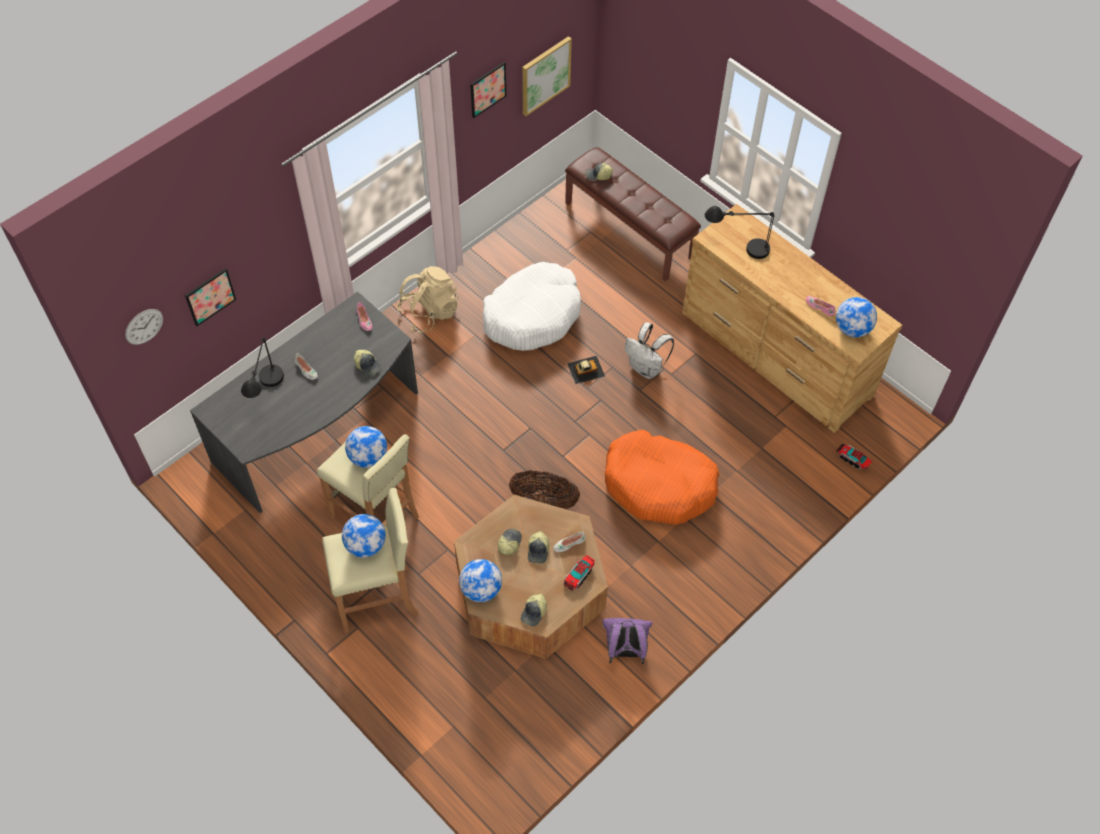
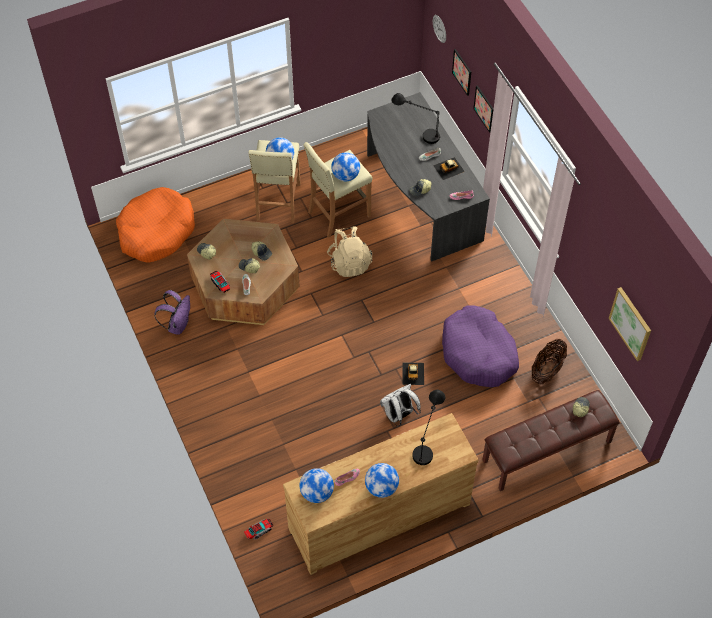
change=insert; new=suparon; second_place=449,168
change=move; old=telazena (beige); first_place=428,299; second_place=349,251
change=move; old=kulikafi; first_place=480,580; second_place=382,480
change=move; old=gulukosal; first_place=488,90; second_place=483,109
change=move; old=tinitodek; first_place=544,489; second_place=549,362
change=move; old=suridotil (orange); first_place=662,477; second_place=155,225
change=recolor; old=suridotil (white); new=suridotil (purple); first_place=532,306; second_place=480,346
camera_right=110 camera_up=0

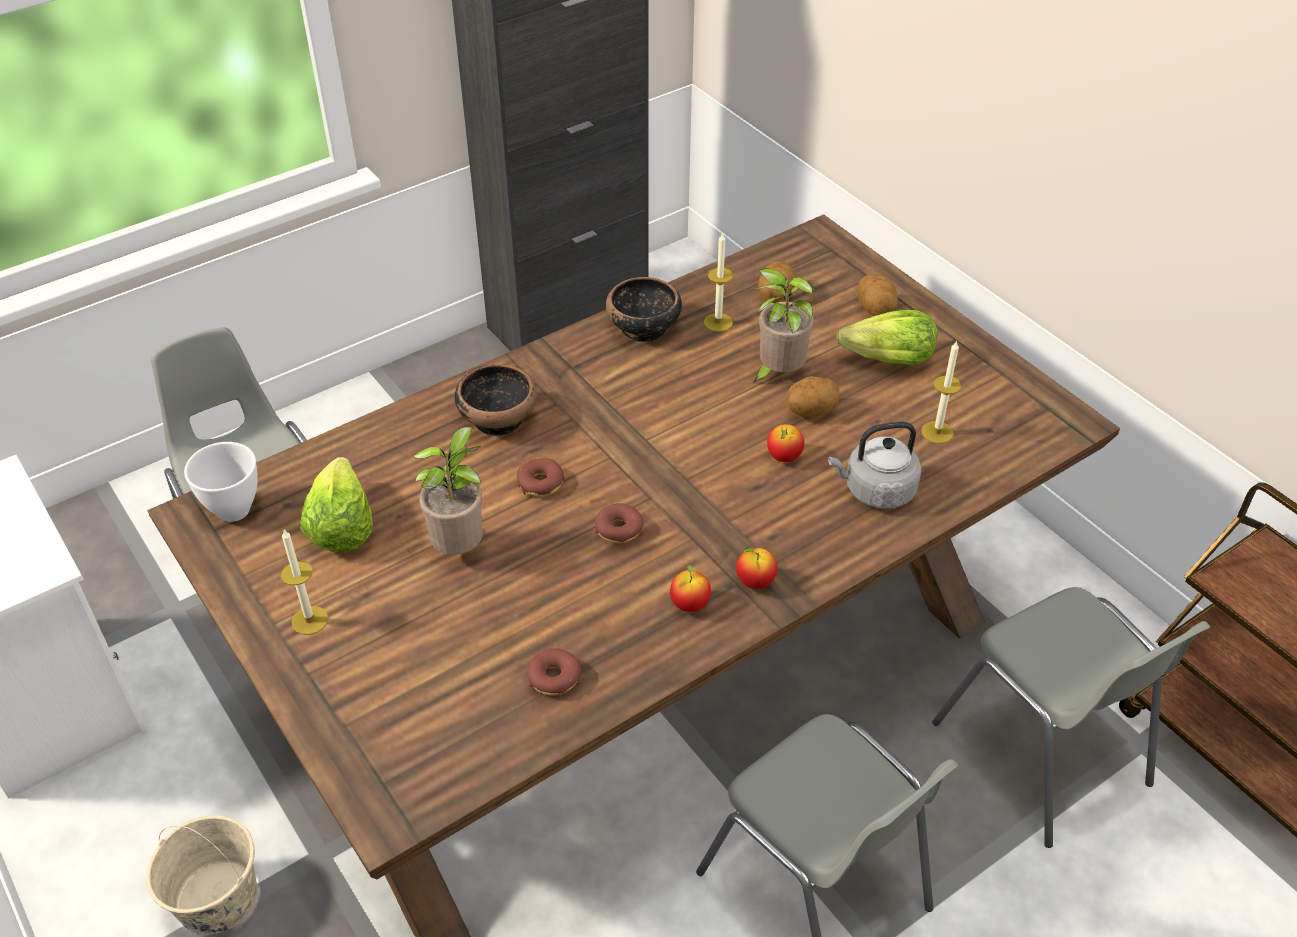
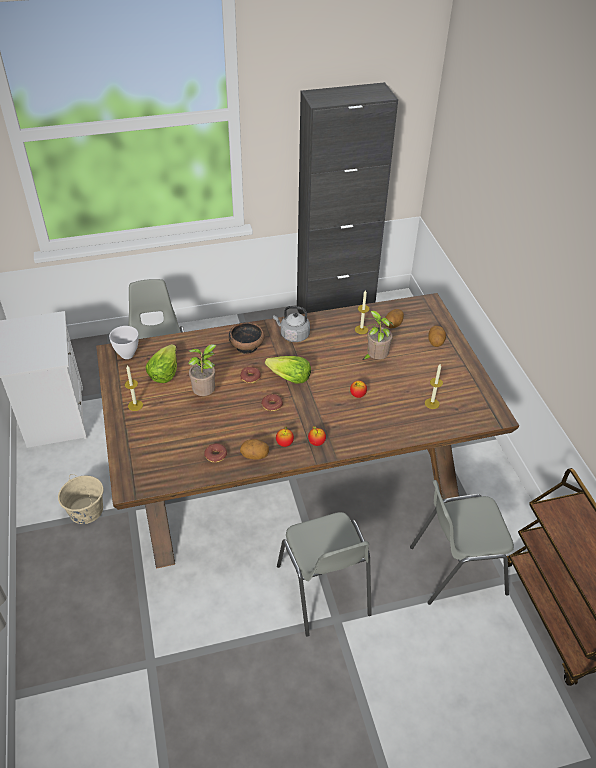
change=delete; old=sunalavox; first_place=644,309
change=move; old=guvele; first_place=812,397; second_place=254,449
change=move; old=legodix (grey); first_place=875,465; second_place=291,324
change=move; old=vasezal; first_place=886,338; second_place=288,370
change=rotate; old=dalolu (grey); first_place=1071,717; second_place=462,542; degrees=90
camera_right=20 camera_up=0

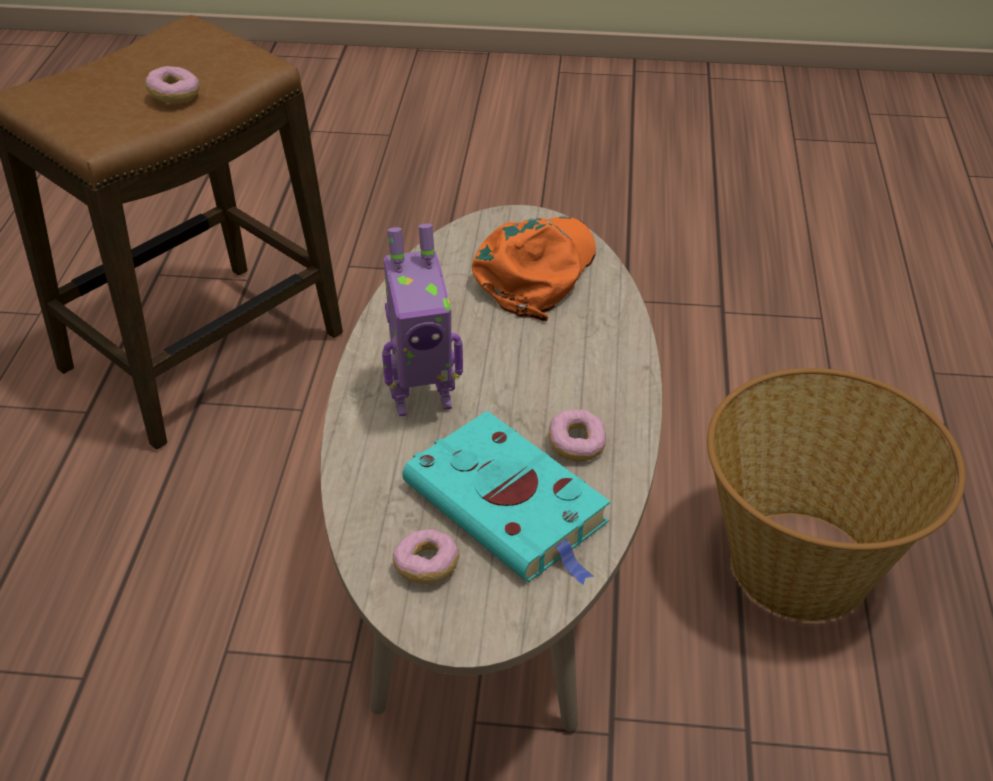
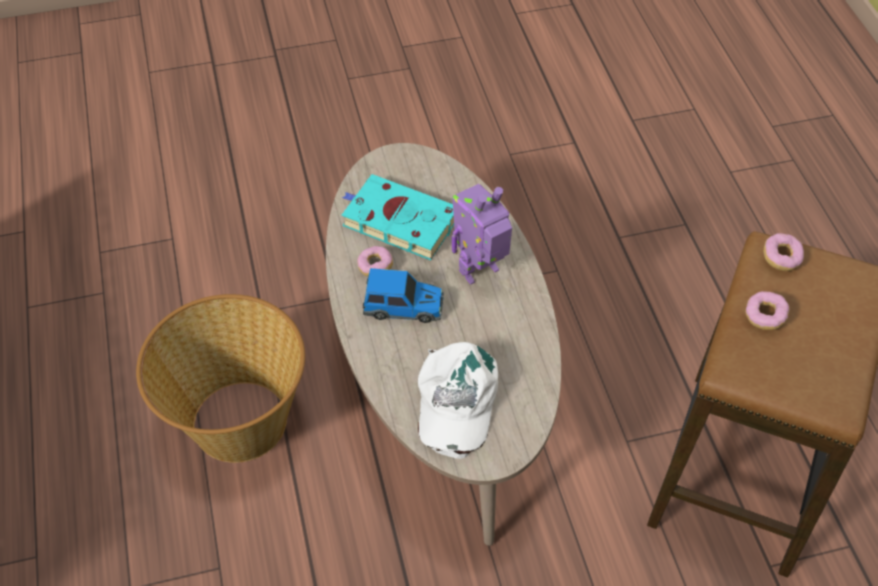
change=insert; new=suparon; second_place=403,295
change=move; old=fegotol; first_place=426,556; second_place=783,252
change=recolor; old=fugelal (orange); new=fugelal (white); first_place=534,269; second_place=458,400
camera_right=160 camera_up=10

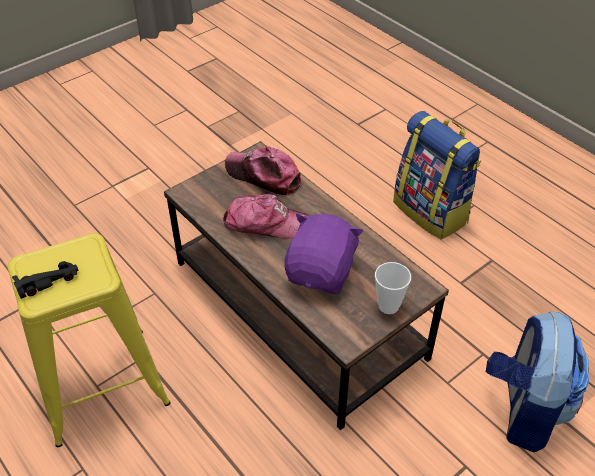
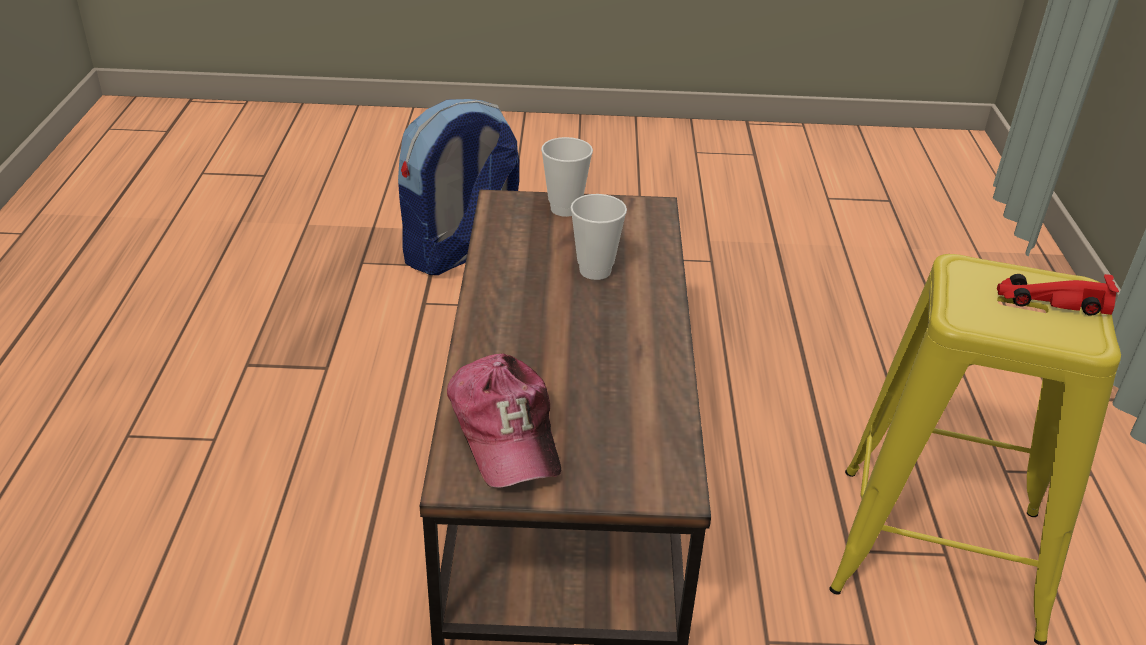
change=delete; old=fugelal; first_place=266,216
change=delete; old=telazena; first_place=437,175
change=replace; old=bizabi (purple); new=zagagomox; first_place=323,253; second_place=599,237
change=recolor; old=suparon (black); new=suparon (red); first_place=45,280; second_place=1058,295
camera_right=-140 camera_up=-10

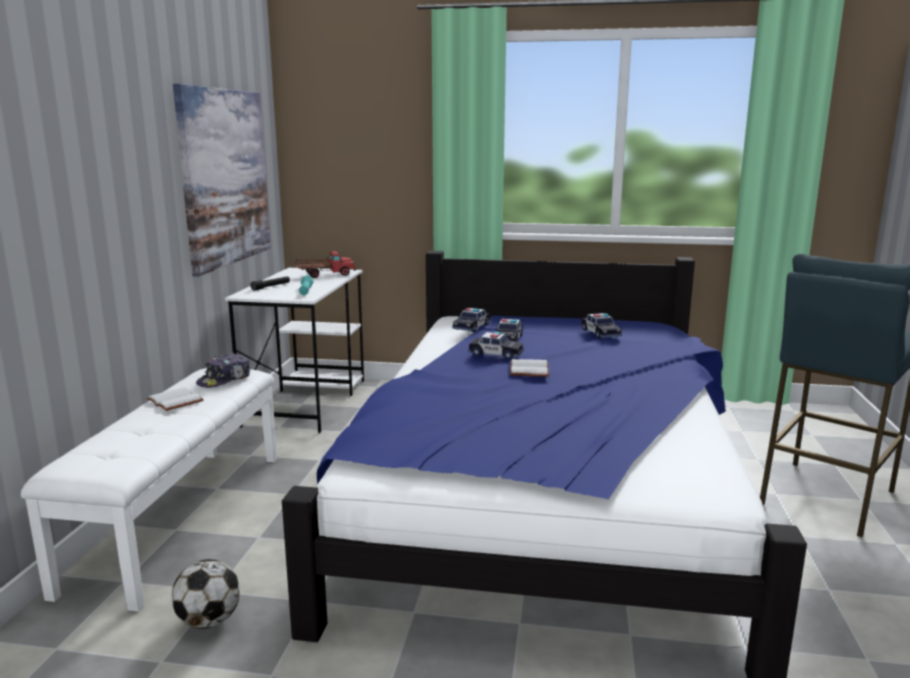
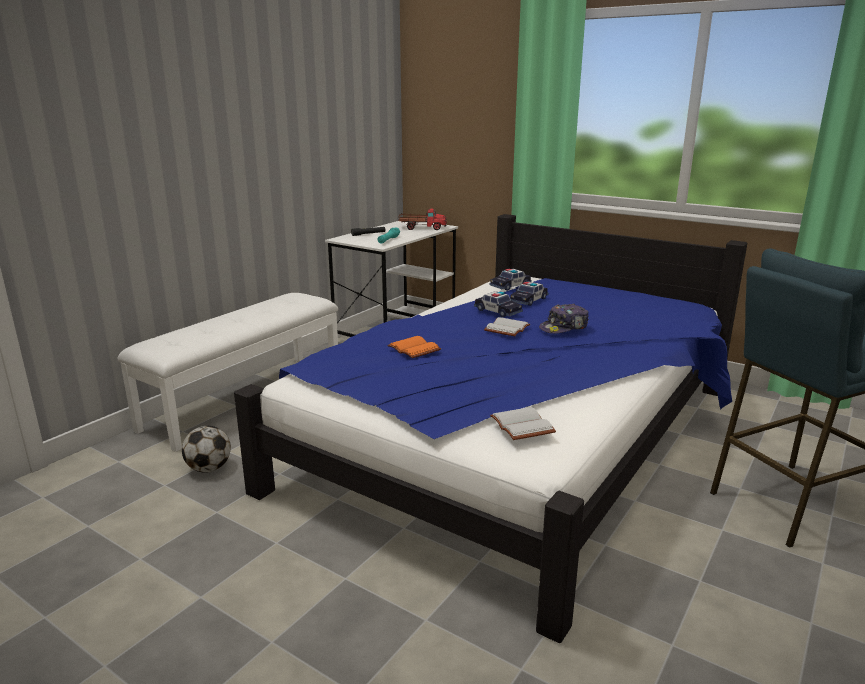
change=delete; old=gulukosal; first_place=222,180
change=delete; old=suparon; first_place=601,325
change=insert; new=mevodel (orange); second_place=414,347
change=move; old=mevodel (white); first_place=175,399; second_place=523,423
change=move; old=fugelal; first_place=223,370; second_place=564,319
camera_right=25 camera_up=5

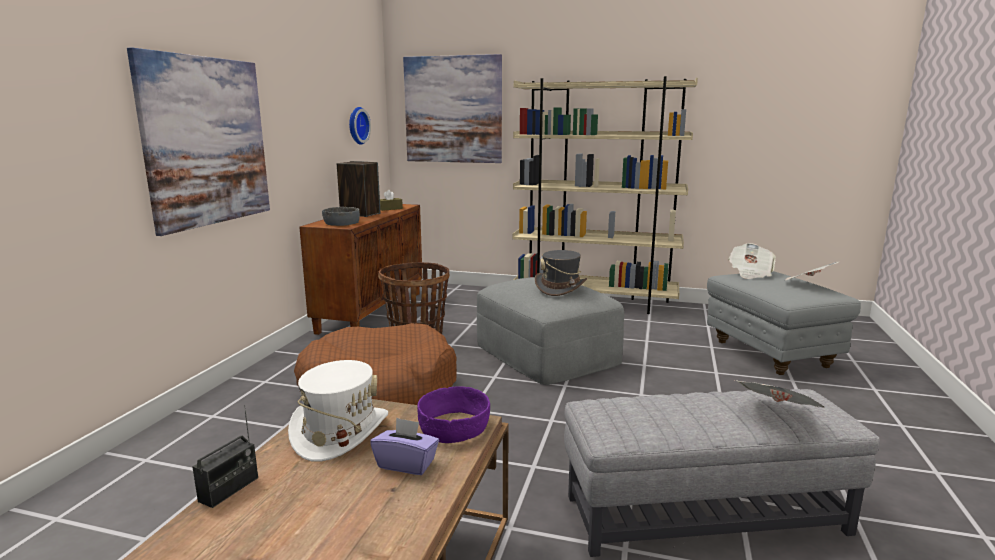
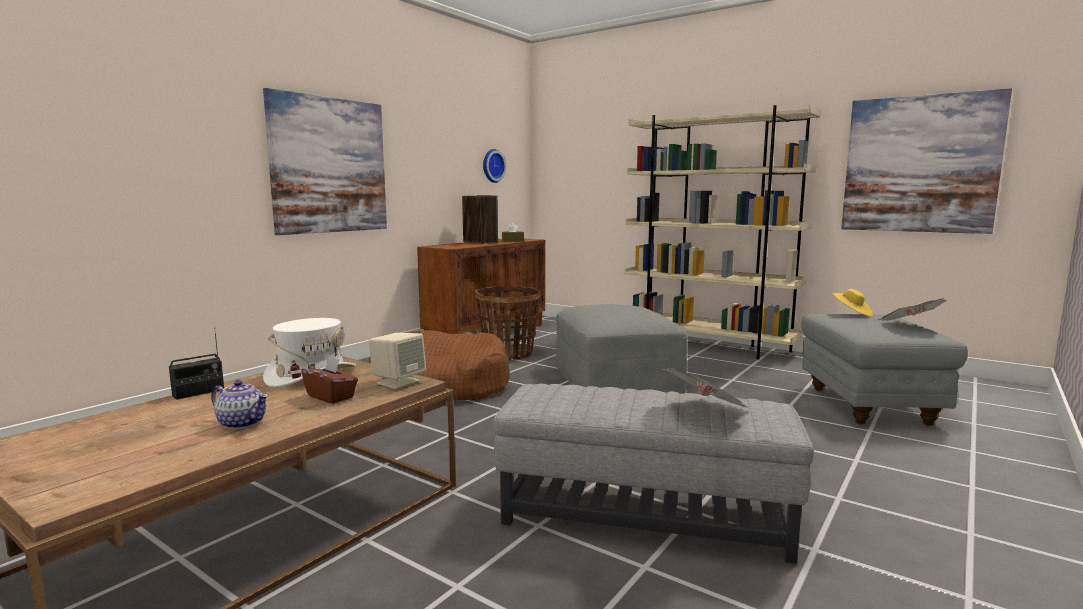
change=delete; old=sunalavox (grey); first_place=341,216
change=delete; old=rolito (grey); first_place=561,273
change=insert; new=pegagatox; second_place=240,404
change=move; old=gulukosal; first_place=452,108; second_place=926,161
change=replace; old=sunalavox (purple); new=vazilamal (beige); first_place=453,414; second_place=397,361
change=replace; old=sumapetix; new=rolito (yellow); first_place=752,261; second_place=852,303
change=recolor; old=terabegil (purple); new=terabegil (brown); first_place=404,446; second_place=330,380
camera_right=20 camera_up=-5

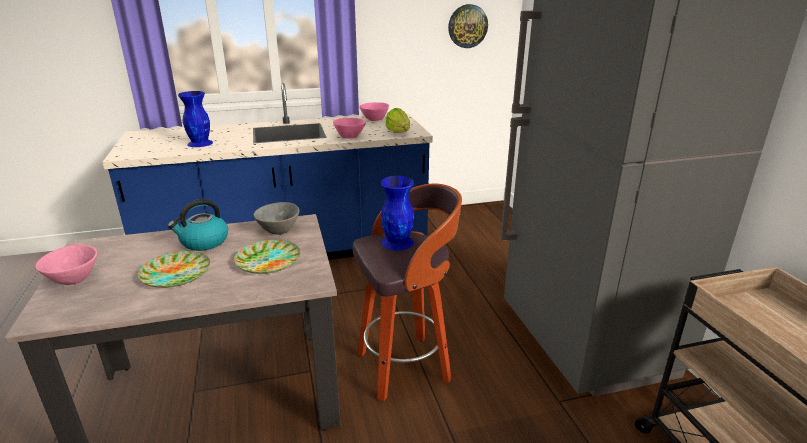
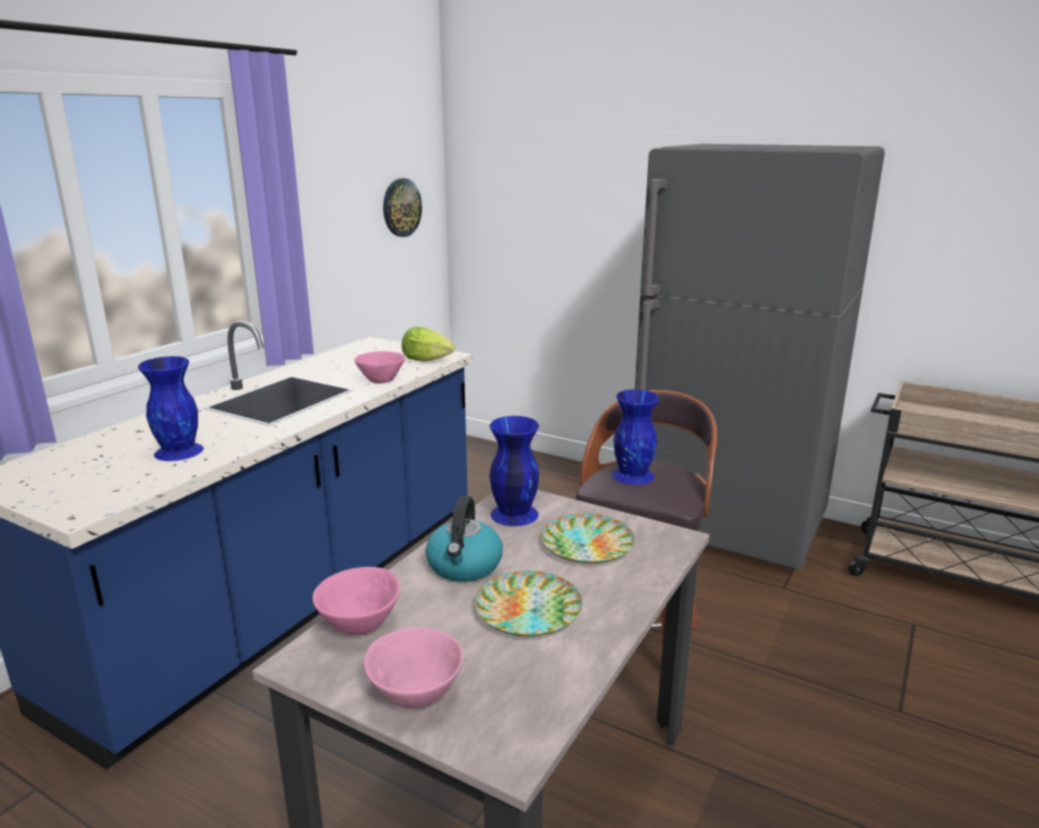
change=move; old=sunalavox (pink); first_place=374,111; second_place=356,601
change=replace; old=sunalavox (grey); new=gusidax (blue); first_place=276,218; second_place=514,471
camera_right=-45 camera_up=-5

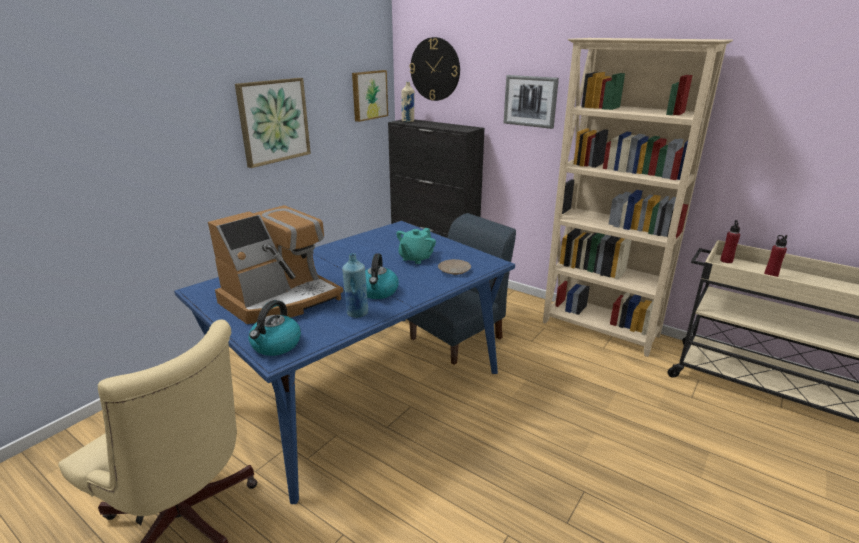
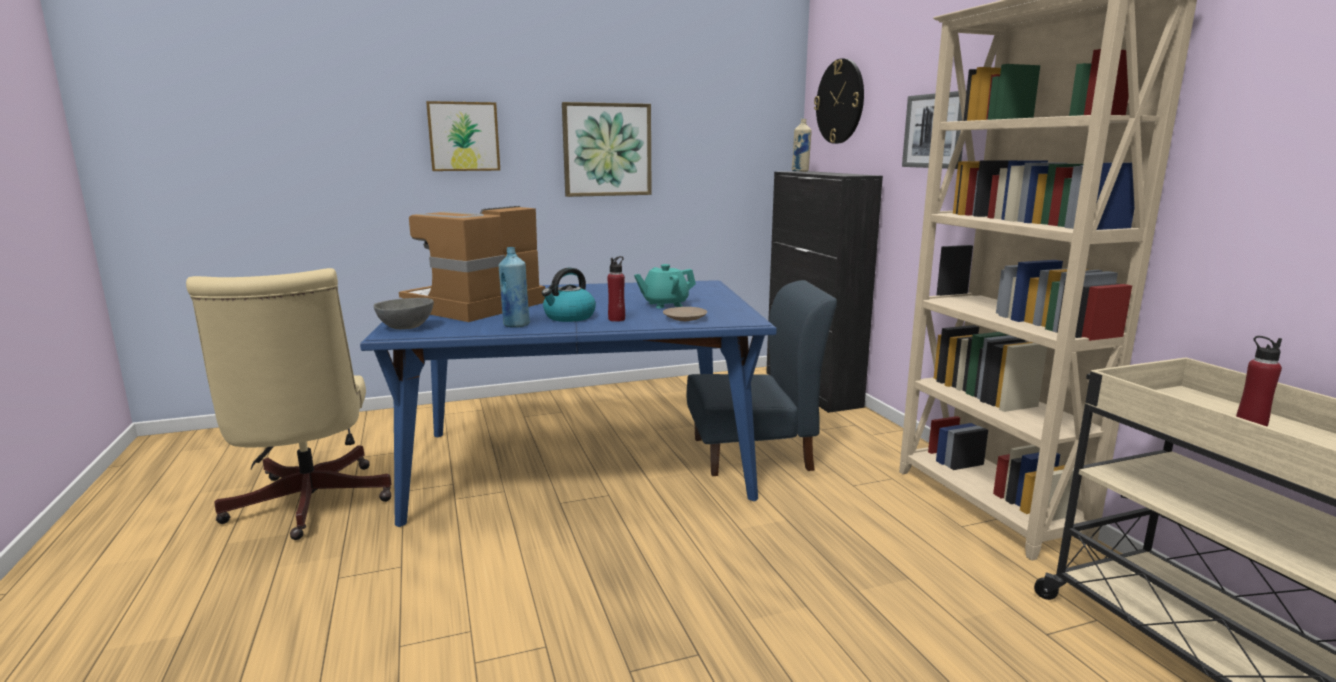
change=move; old=gulukosal; first_place=370,96; second_place=463,136
change=move; old=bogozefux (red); first_place=730,241; second_place=616,289
change=replace; old=legodix; new=sunalavox (grey); first_place=275,328; second_place=404,313
change=rotate; old=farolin; first_place=275,264; second_place=472,264; degrees=135
camera_right=35 camera_up=-10

